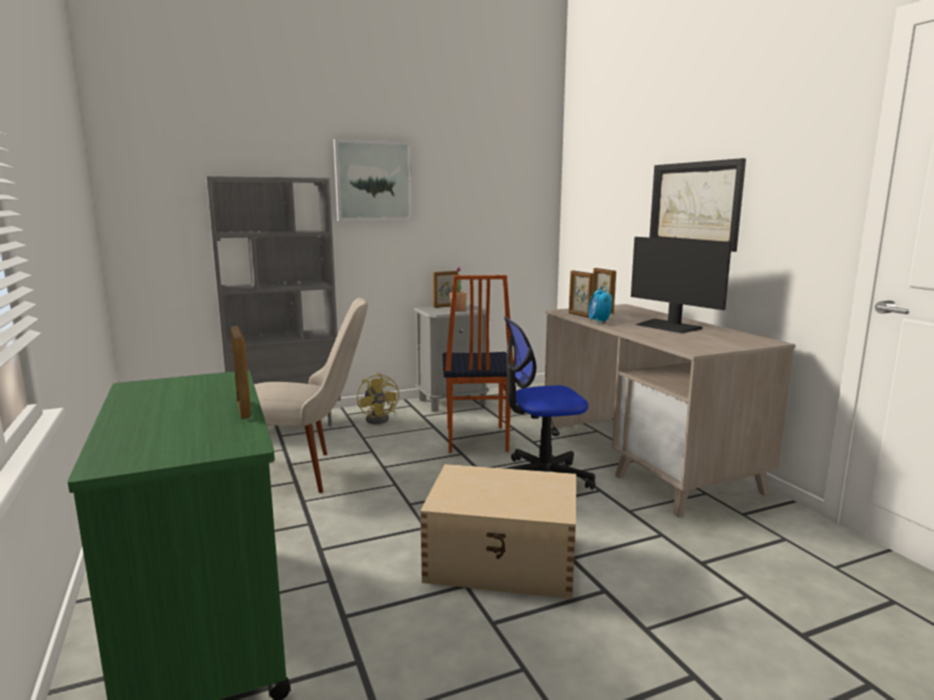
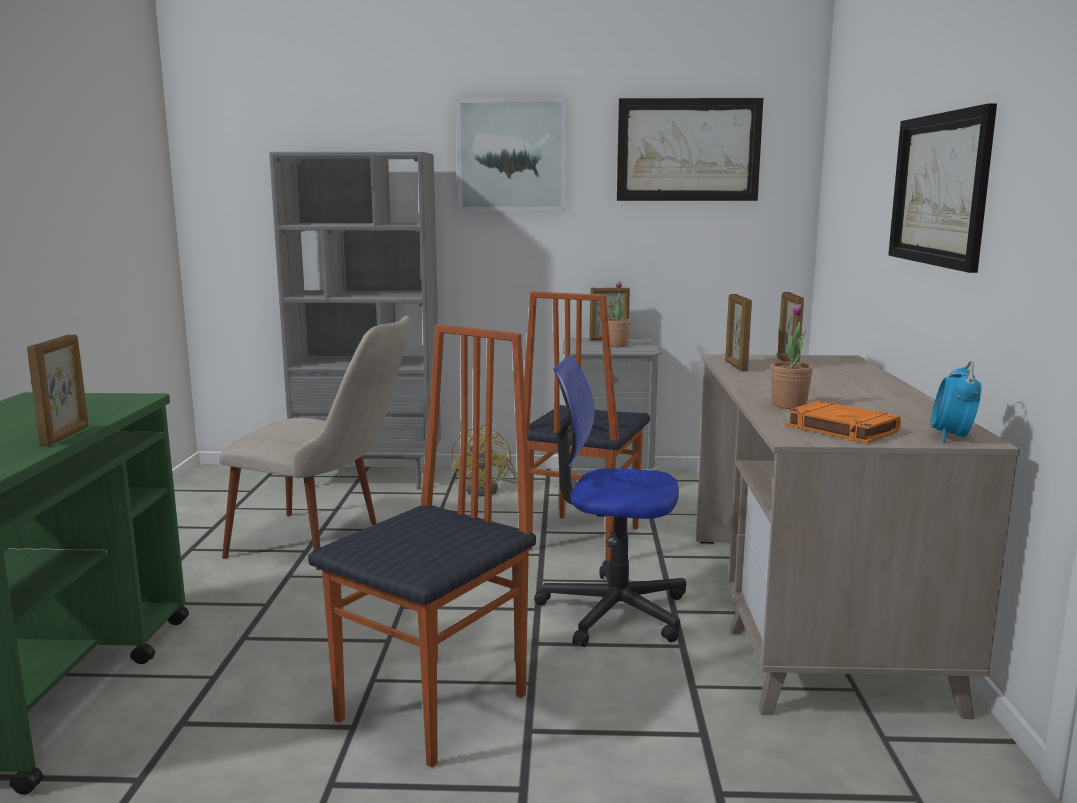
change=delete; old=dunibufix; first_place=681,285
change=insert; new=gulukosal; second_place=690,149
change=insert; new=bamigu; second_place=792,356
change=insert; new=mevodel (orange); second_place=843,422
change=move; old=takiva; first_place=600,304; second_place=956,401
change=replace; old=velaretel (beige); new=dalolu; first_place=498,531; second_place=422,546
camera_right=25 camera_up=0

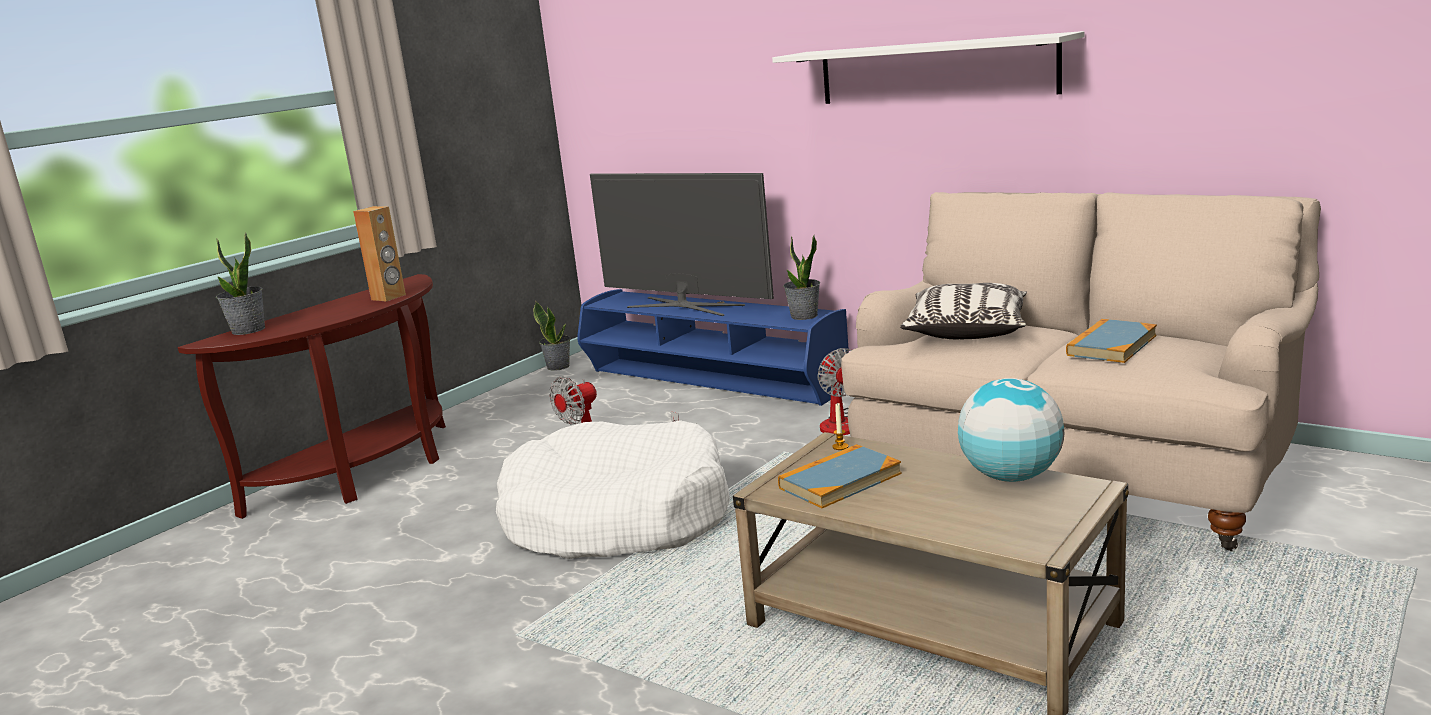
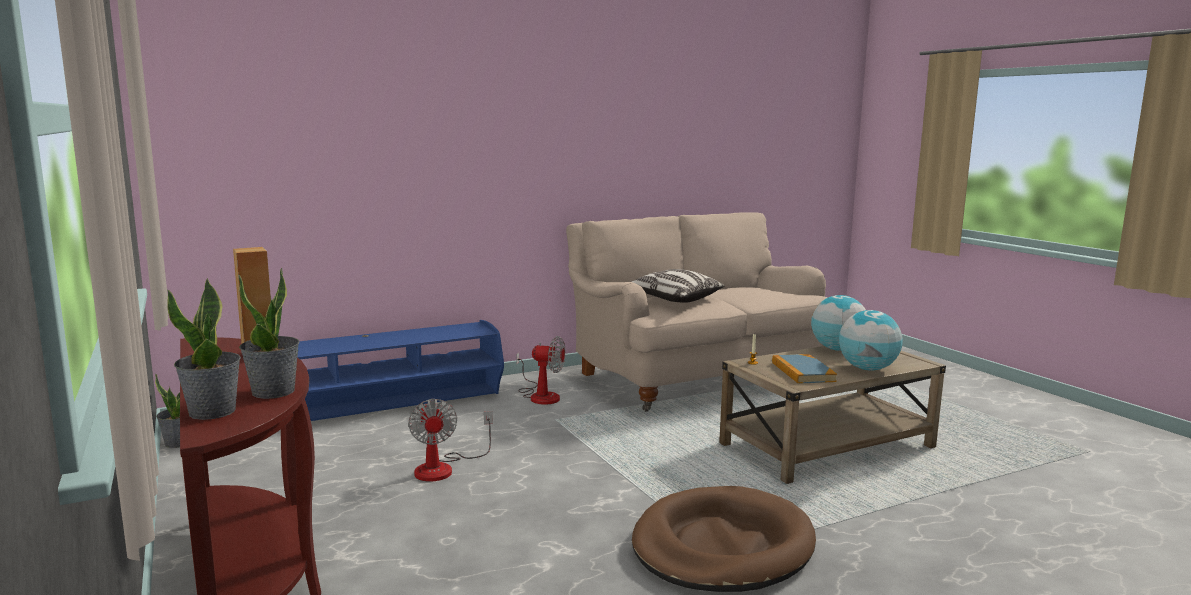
change=delete; old=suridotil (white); first_place=613,489
change=delete; old=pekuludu; first_place=682,244
change=delete; old=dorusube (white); first_place=928,67
change=delete; old=mevodel; first_place=1111,341
change=insert; new=suridotil (brown); second_place=724,539
change=insert; new=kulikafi; second_place=871,340
change=move; old=bamigu; first_place=801,277; second_place=269,333
camera_right=-65 camera_up=-5

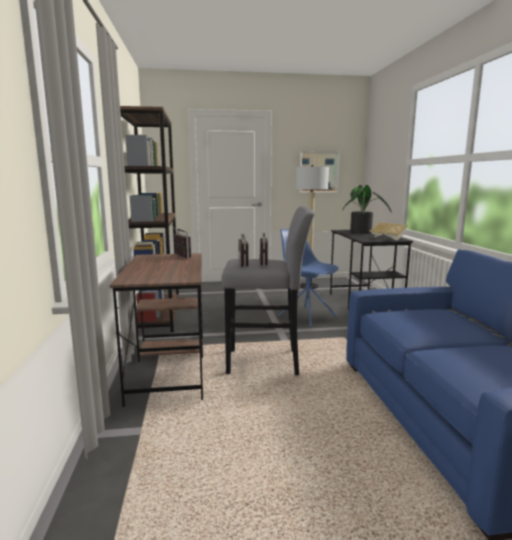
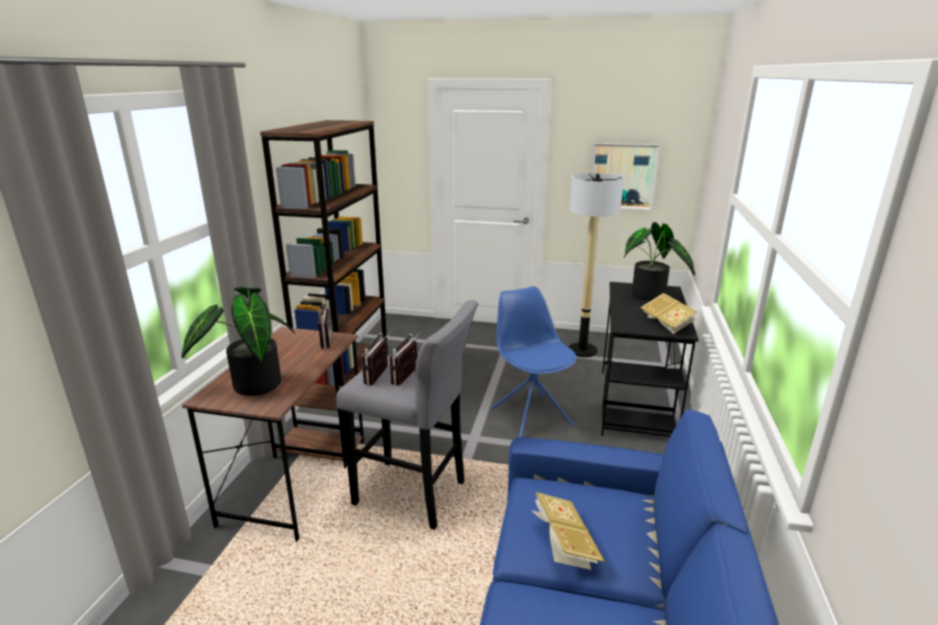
change=insert; new=bamigu; second_place=238,341
change=insert; new=mevodel; second_place=568,531
camera_right=20 camera_up=10

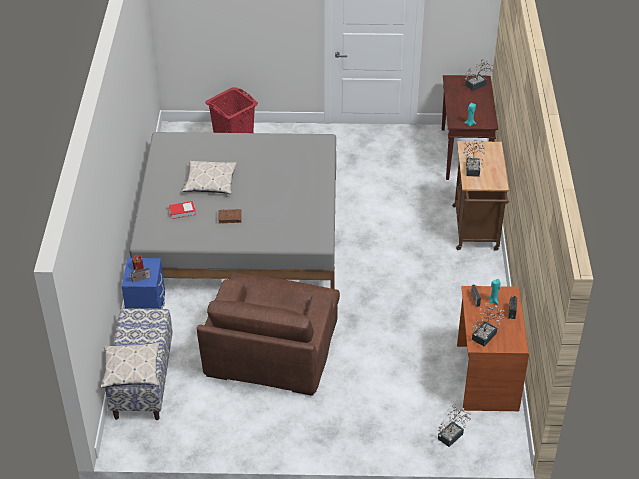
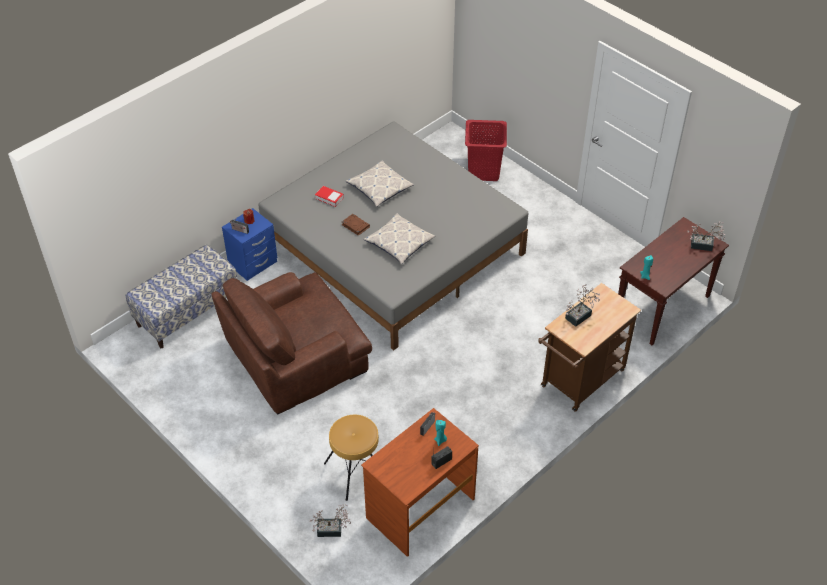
change=delete; old=bamigu; first_place=488,324
change=insert; new=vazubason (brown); second_place=351,458
change=move; old=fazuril; first_place=130,365; second_place=399,238
camera_right=45 camera_up=5

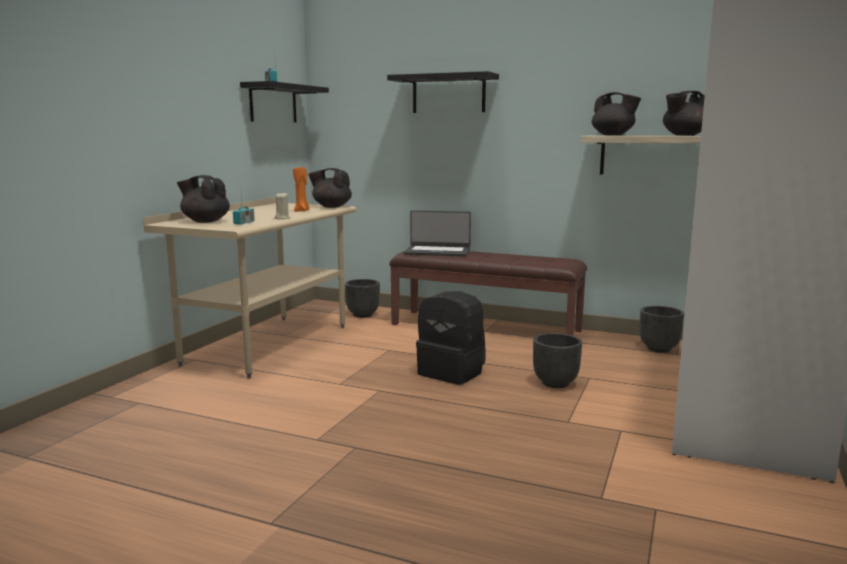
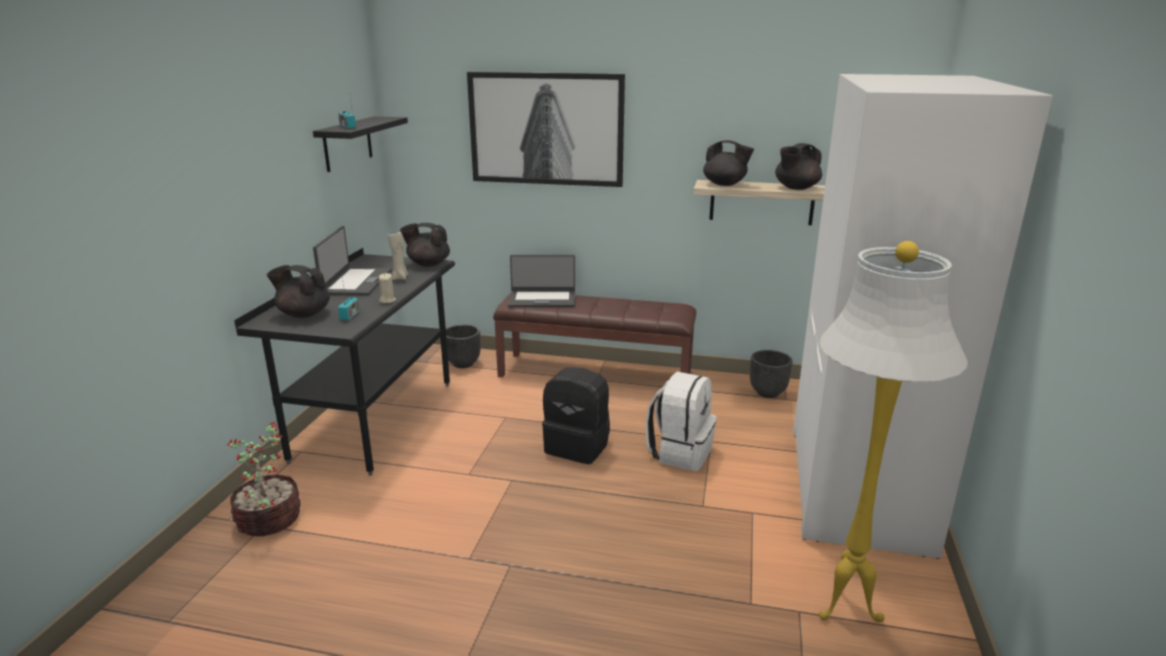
change=insert; new=bamigu; second_place=263,479
change=insert; new=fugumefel; second_place=352,261
change=insert; new=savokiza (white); second_place=893,431
change=replace; old=dorusube (black); new=gulukosal; first_place=443,92; second_place=546,129
change=replace; old=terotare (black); new=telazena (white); first_place=557,360; second_place=681,421
change=recolor; old=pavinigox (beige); new=pavinigox (black); first_place=250,288; second_place=344,362
change=recolor; old=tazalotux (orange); new=tazalotux (beige); first_place=301,189; second_place=398,256
camera_right=-10 camera_up=10

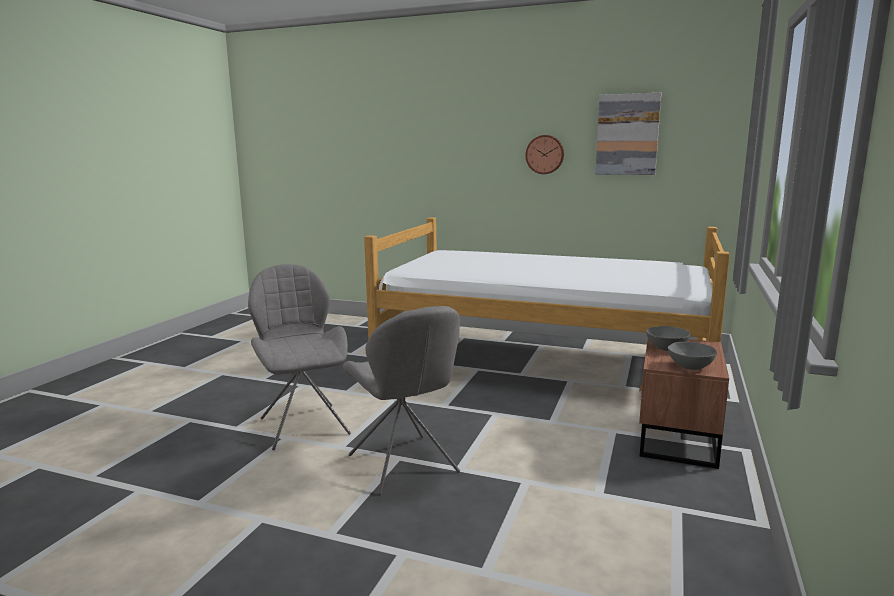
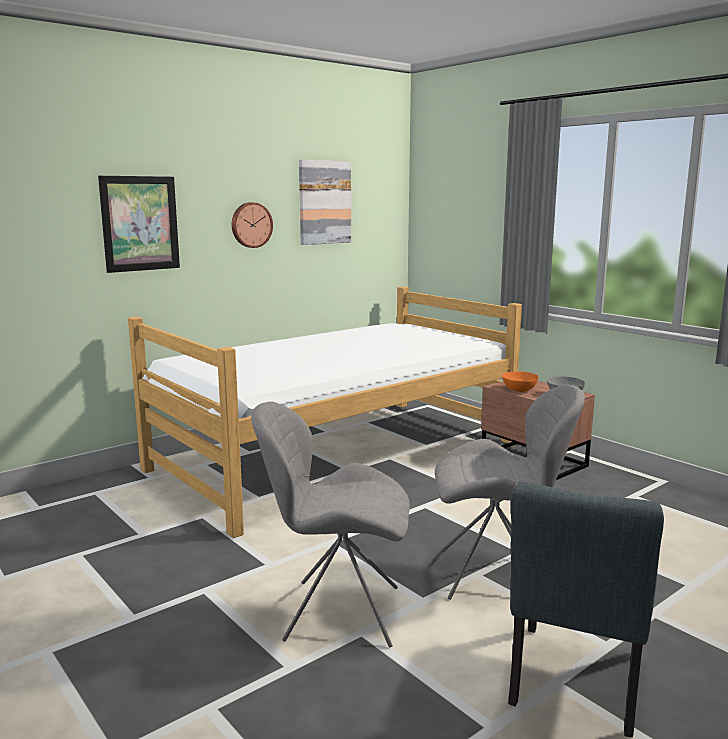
change=insert; new=gulukosal; second_place=139,224
change=insert; new=dalolu (grey); second_place=586,609
change=recolor; old=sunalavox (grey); new=sunalavox (orange); first_place=668,338; second_place=520,381
camera_right=-60 camera_up=0

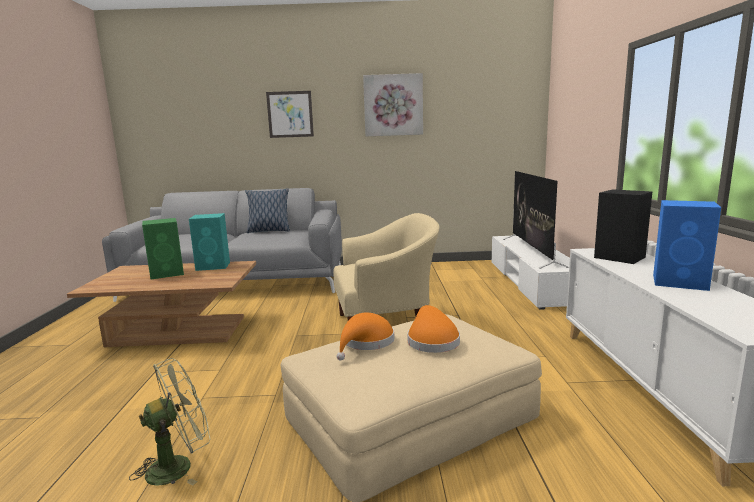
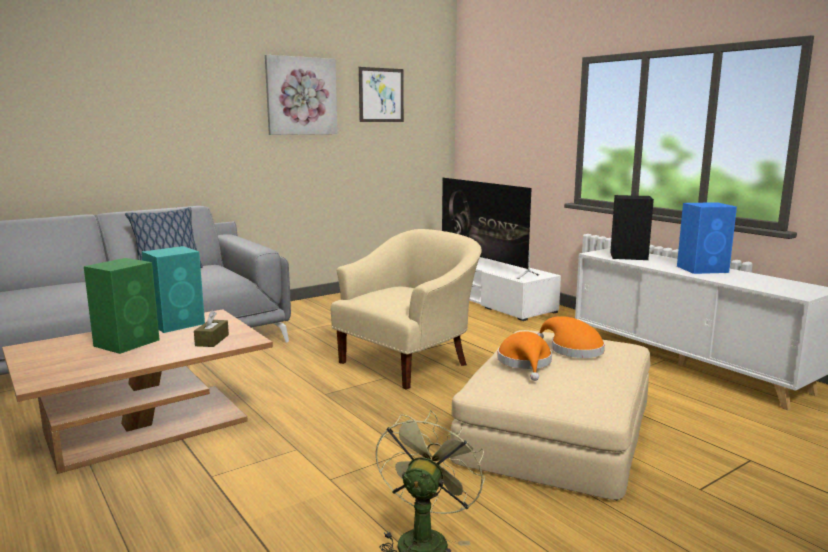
change=insert; new=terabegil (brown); second_place=211,328
change=move; old=gulukosal; first_place=290,114; second_place=381,94
camera_right=-35 camera_up=0

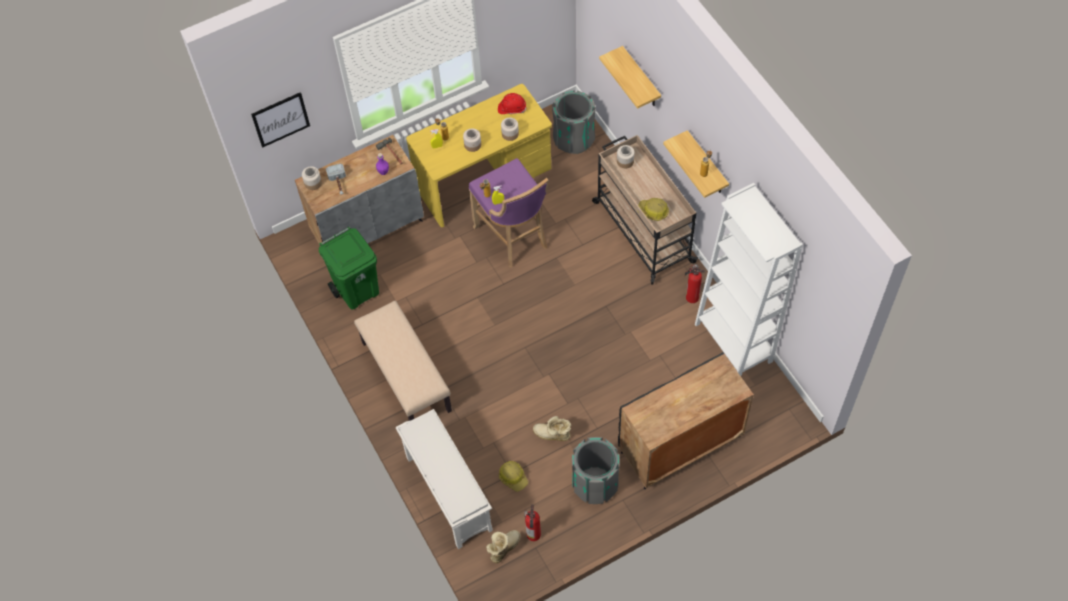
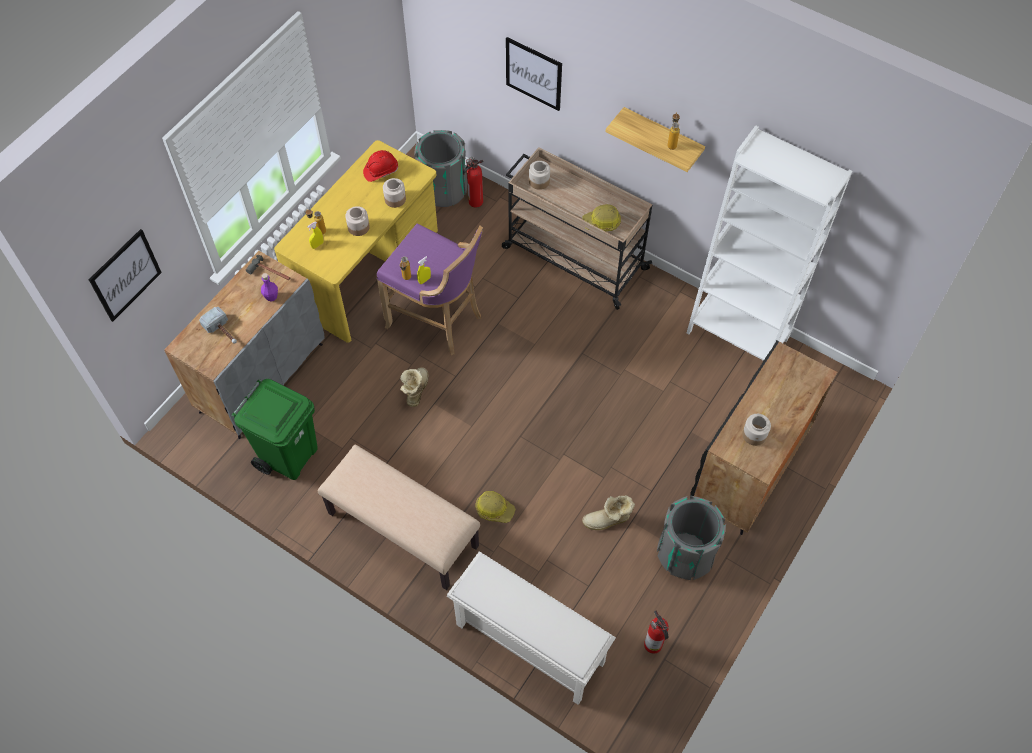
change=move; old=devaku; first_place=312,178; second_place=756,430
change=move; old=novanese; first_place=503,546; second_place=414,387
change=move; old=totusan; first_place=513,476; second_place=495,507
change=move; old=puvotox; first_place=695,283; second_place=473,182
change=replace; old=dorusube; new=gulukosal; first_place=630,77; second_place=534,74
camera_right=-30 camera_up=0

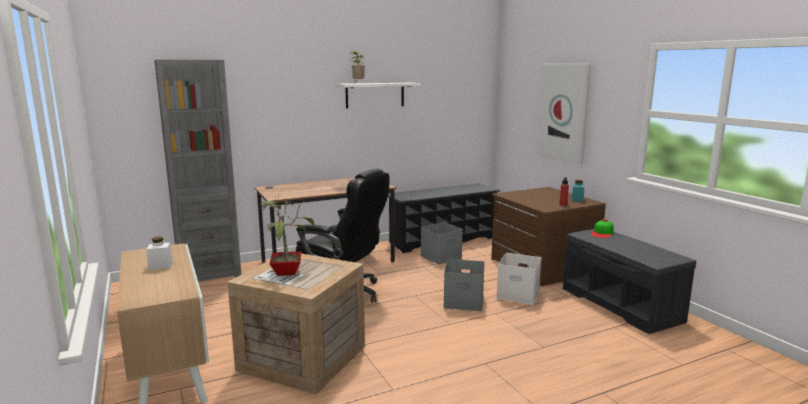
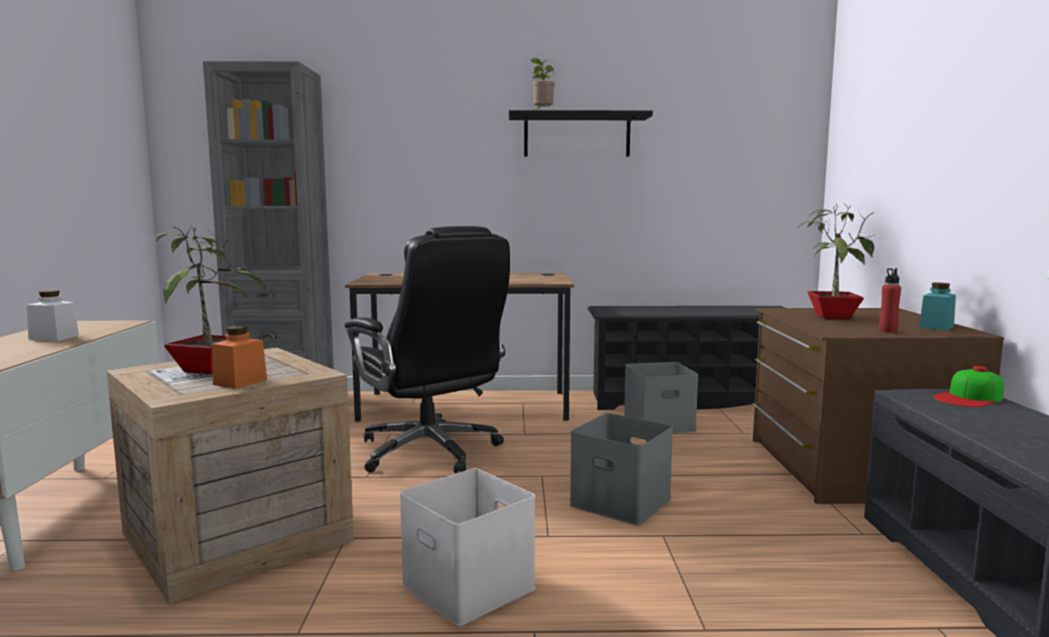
change=delete; old=gulukosal; first_place=564,114
change=insert; new=devaku (orange); second_place=239,357
change=insert; new=bamigu; second_place=837,261
change=move; old=velaretel (white); first_place=519,279; second_place=468,547
change=recolor; old=dorusube (white); new=dorusube (black); first_place=379,95; second_place=581,133
camera_right=25 camera_up=-5

